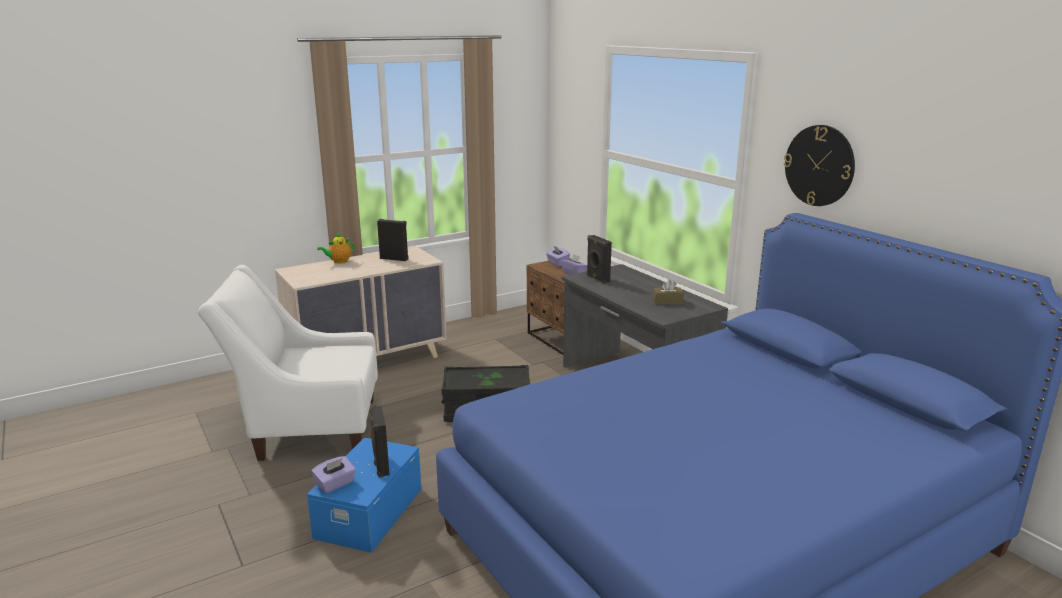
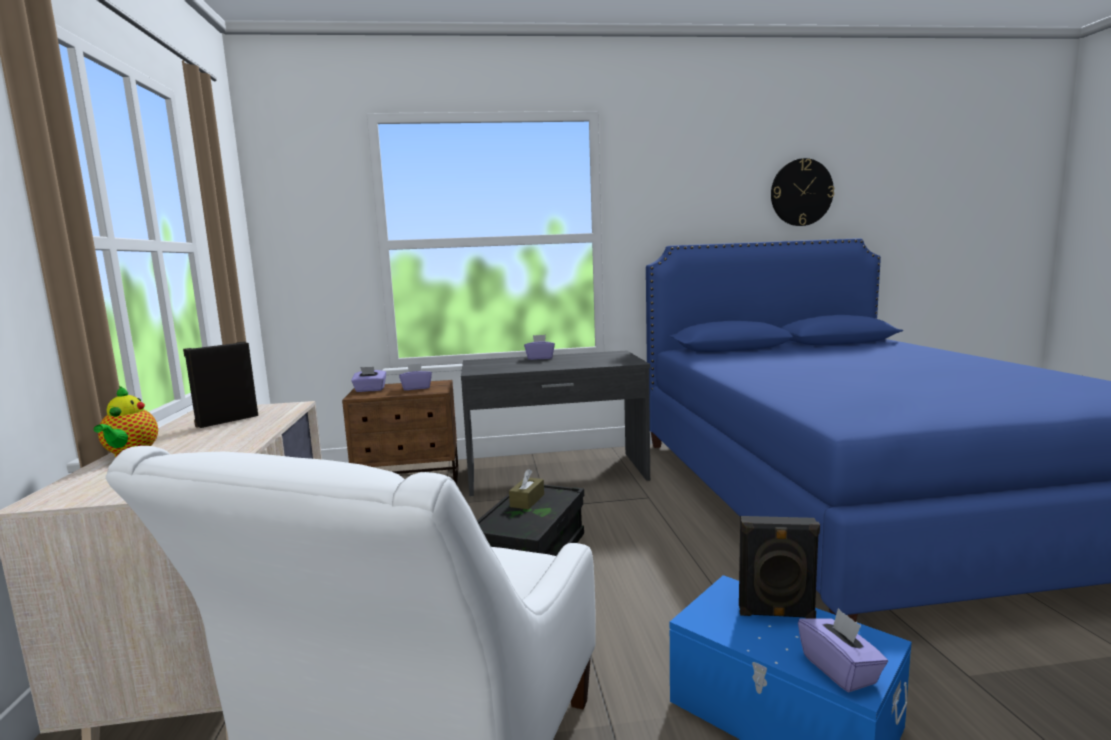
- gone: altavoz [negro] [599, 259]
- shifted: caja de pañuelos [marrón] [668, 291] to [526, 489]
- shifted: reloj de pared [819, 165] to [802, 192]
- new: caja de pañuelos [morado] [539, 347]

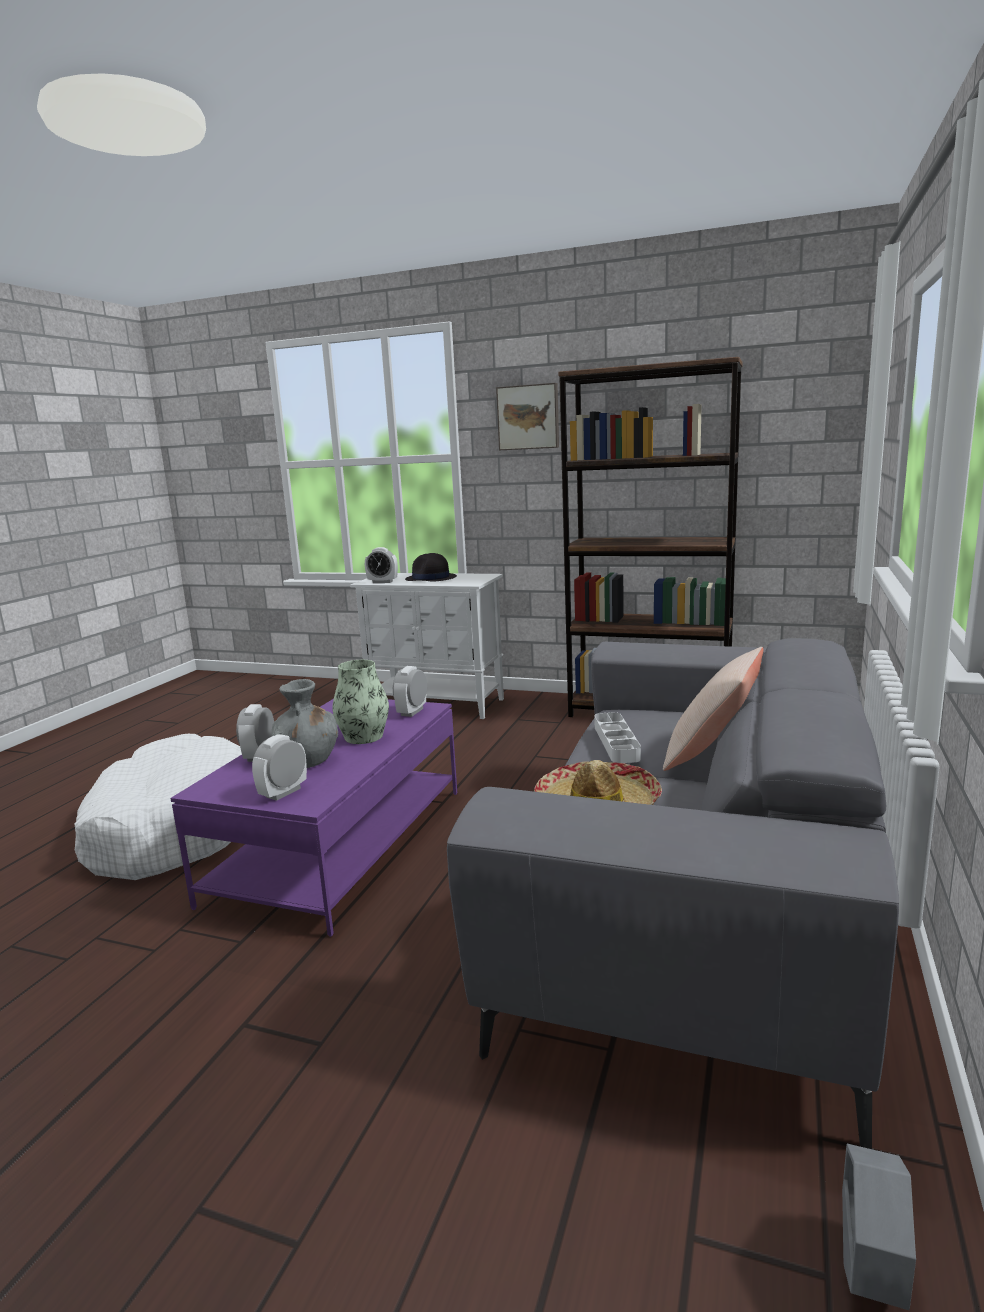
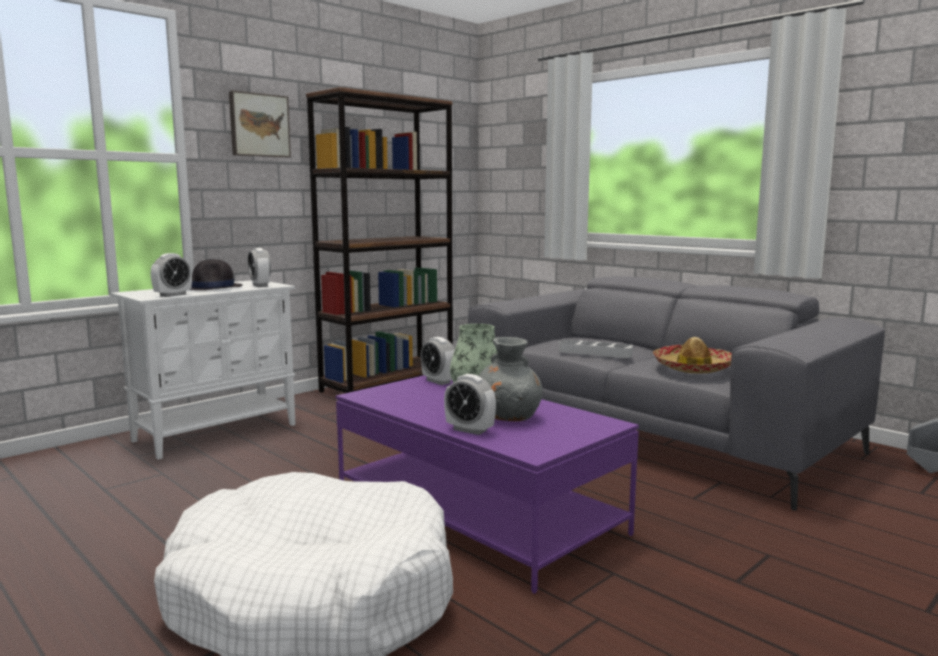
- shifted: despertador [279, 767] to [259, 267]
- gone: cojín [beis] [713, 709]

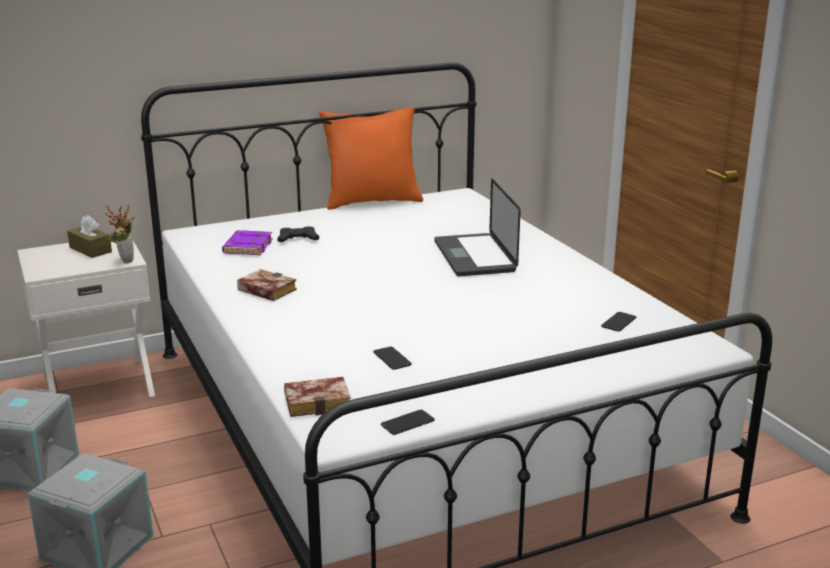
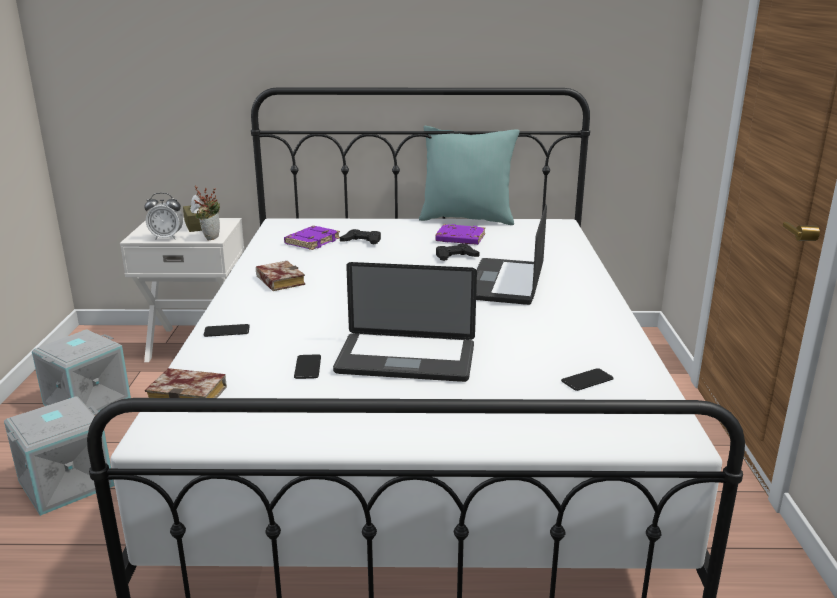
- repainted: cojín [naranja] [371, 158] to cojín [turquesa] [469, 175]
- shifted: móvil [408, 422] to [227, 330]
- new: despertador [163, 216]
- new: portátil [405, 322]
- new: libro [morado] [460, 234]
- new: mando de consola [negro] [458, 252]

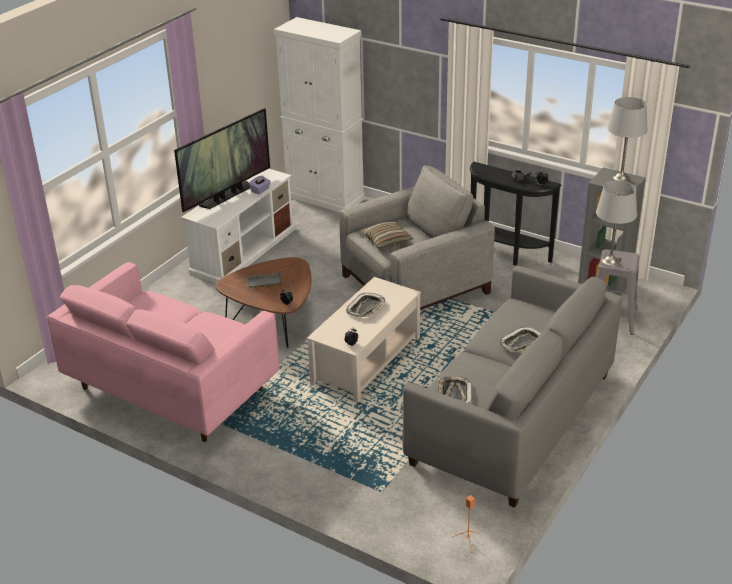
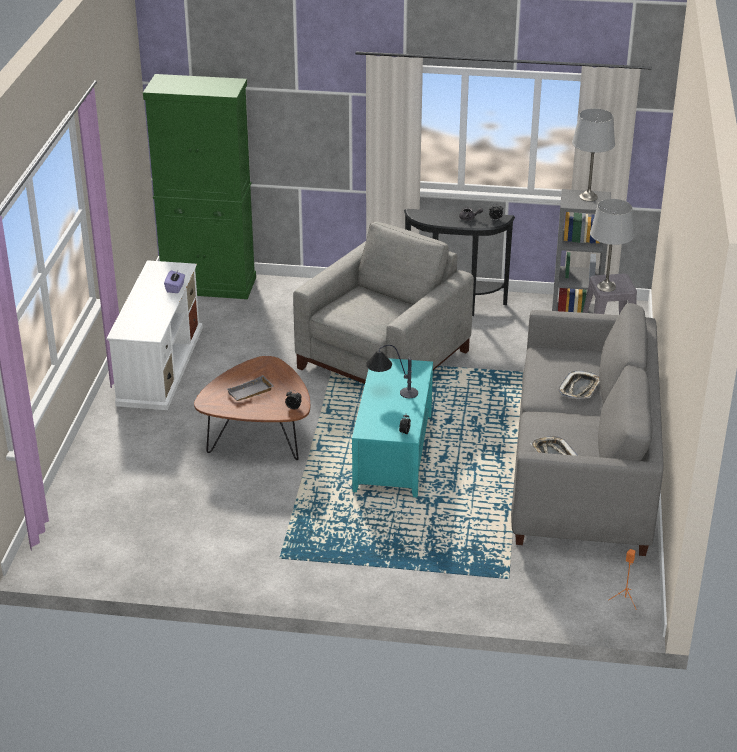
- gone: sofá [rosa] [163, 352]
- gone: televisor [222, 160]
- repainted: armario [blanco] [319, 114] to armario [verde] [199, 186]
- repainted: mesa de centro [beis] [364, 340] to mesa de centro [turquesa] [392, 427]
- swapped: bandeja [365, 305] to lámpara de mesa [392, 371]
- gone: cojín [387, 234]

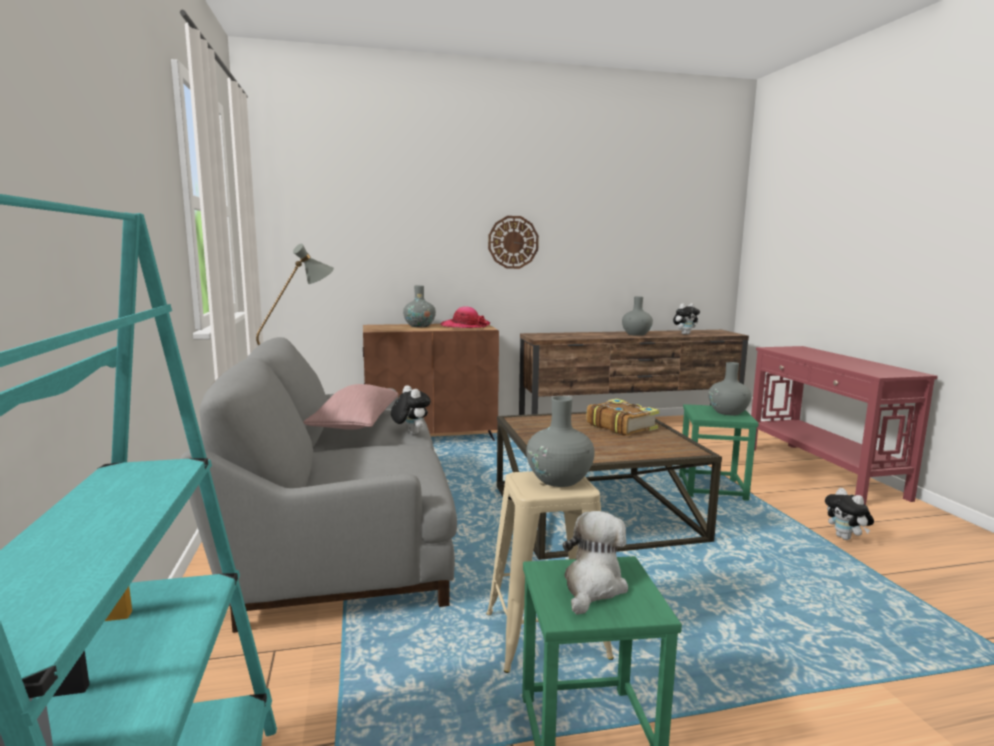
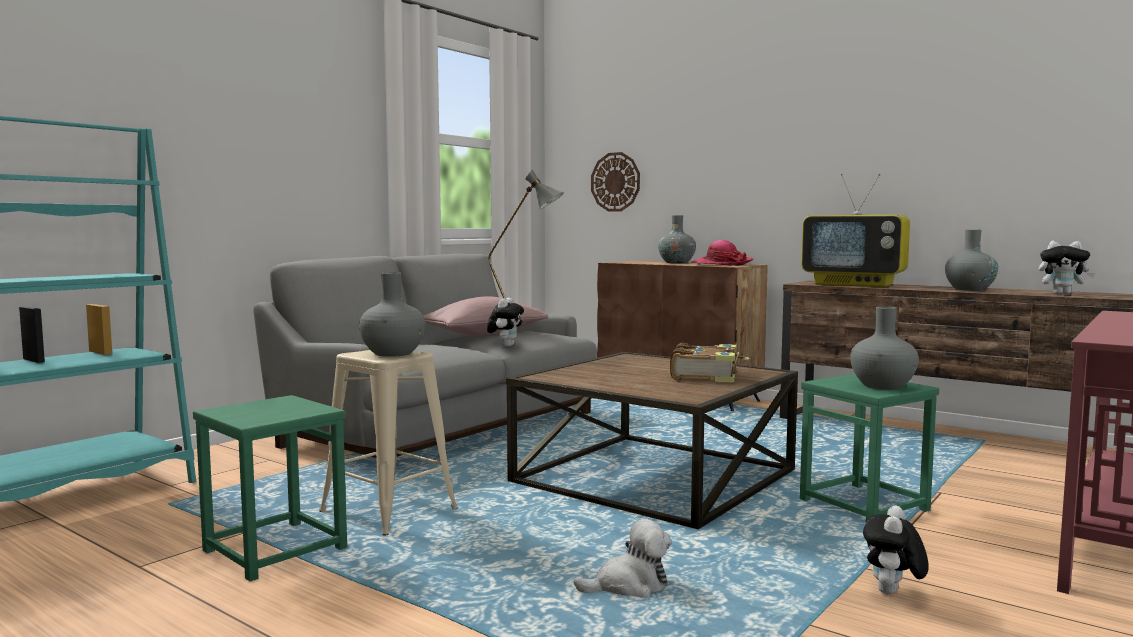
- shifted: reloj de pared [513, 242] to [615, 182]
- shifted: peluche [595, 563] to [623, 558]
- new: televisor [855, 230]

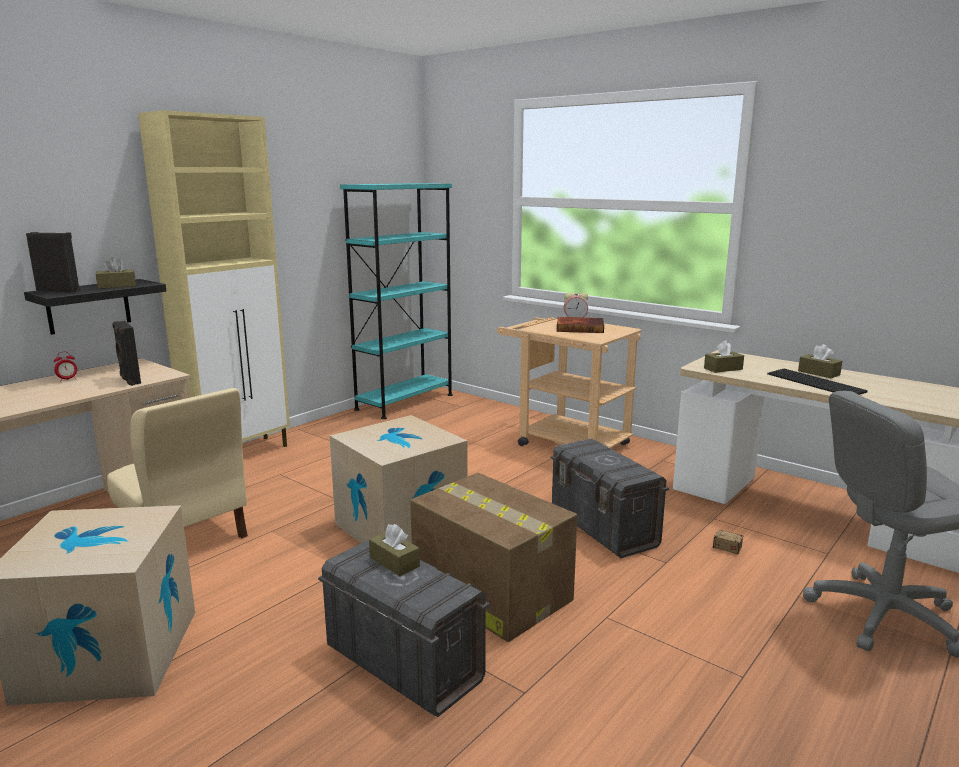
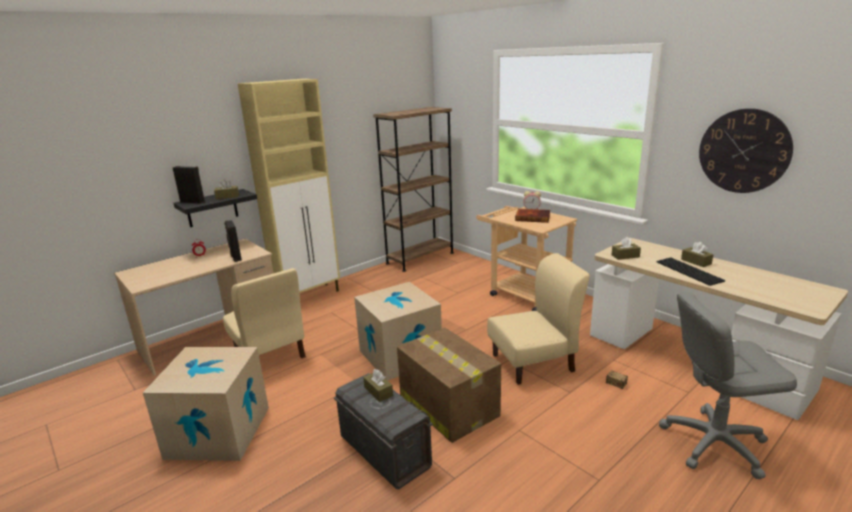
- repainted: estantería [turquesa] [396, 301] to estantería [marrón] [413, 189]
- swapped: caja de almacenaje [gris] [610, 498] to silla [beis] [538, 319]
- new: reloj de pared [746, 150]

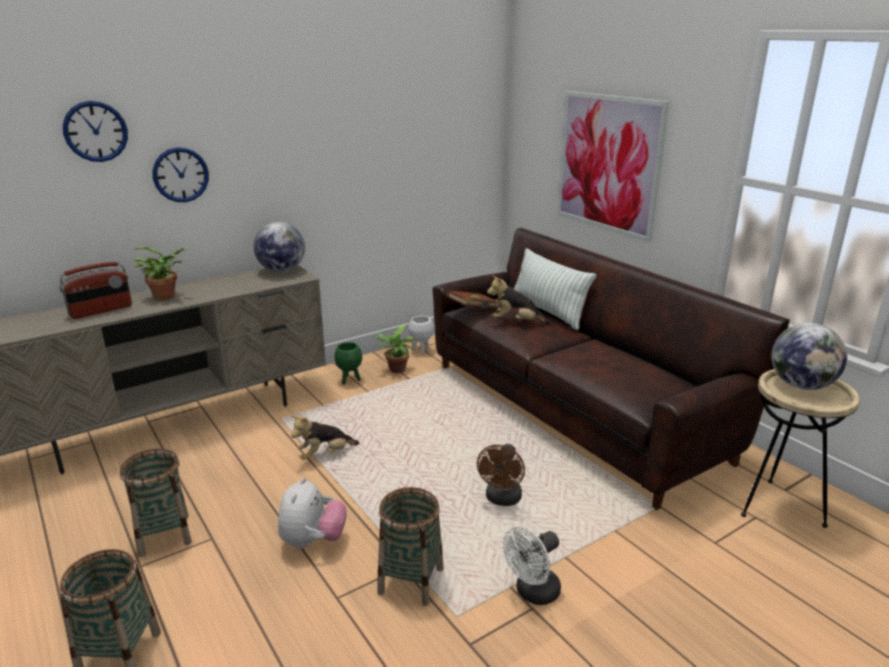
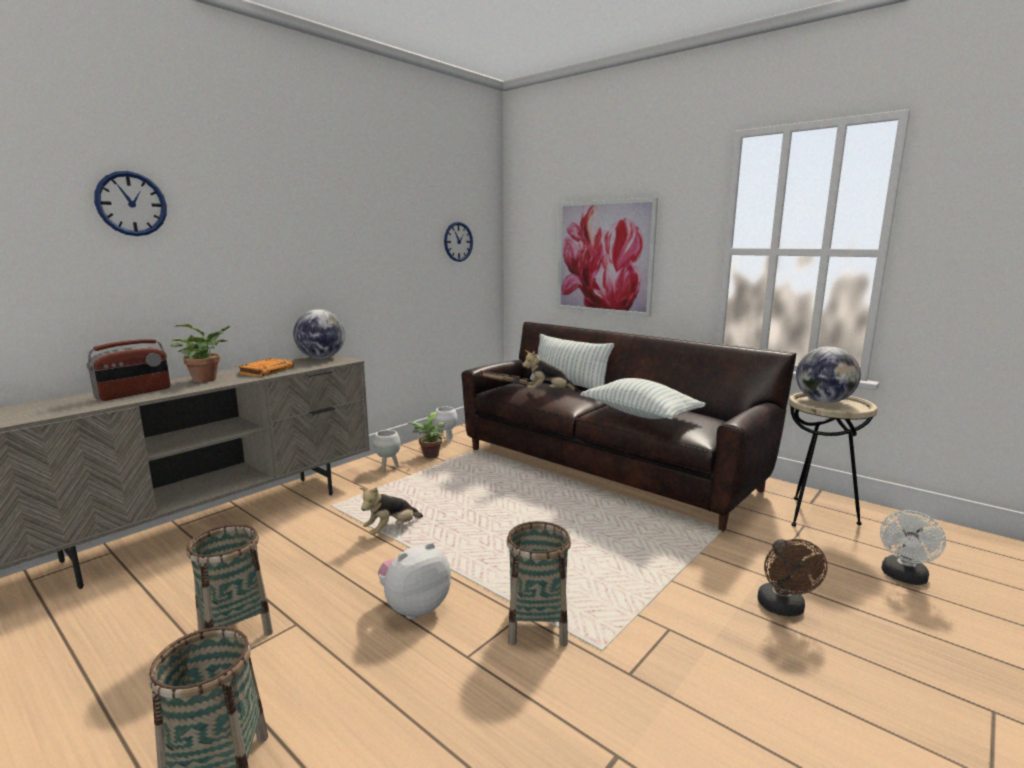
- shifted: reloj de pared [181, 174] to [458, 242]
- rotated: peluche [312, 513] = [414, 580] 120 degrees counterclockwise
- repainted: maceta [verde] [348, 363] to maceta [blanco] [387, 451]
- shifted: ventilador [marrón] [501, 475] to [792, 577]
- shifted: ventilador [blanco] [532, 565] to [913, 548]
- new: libro [naranja] [266, 367]
- new: cojín [643, 398]

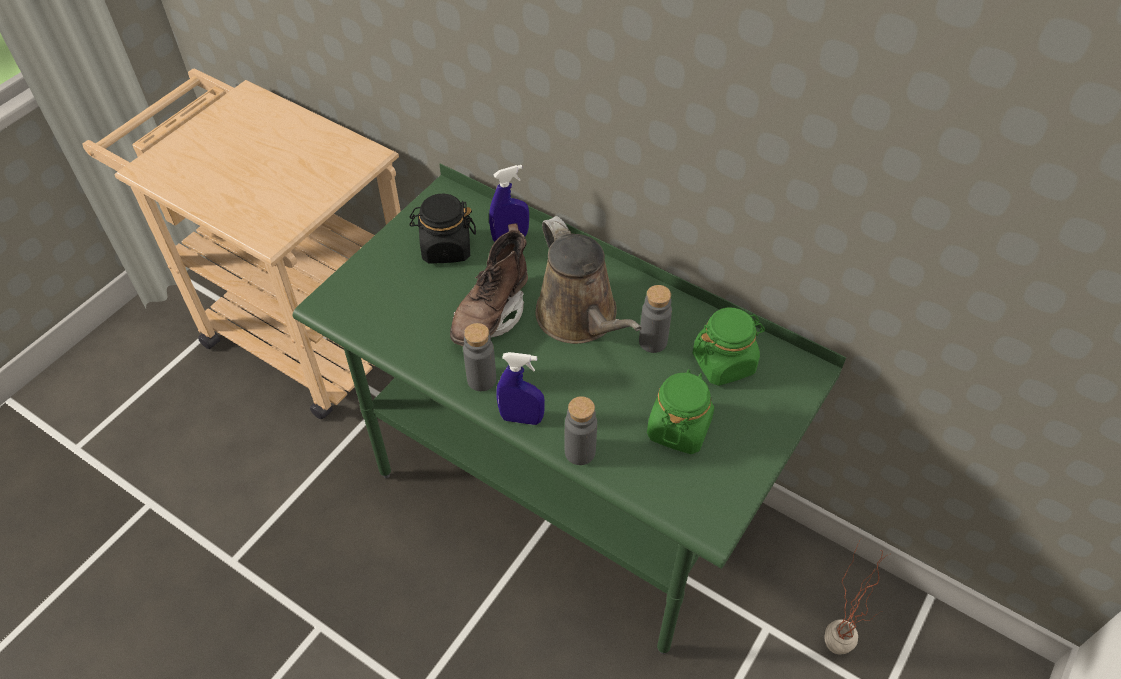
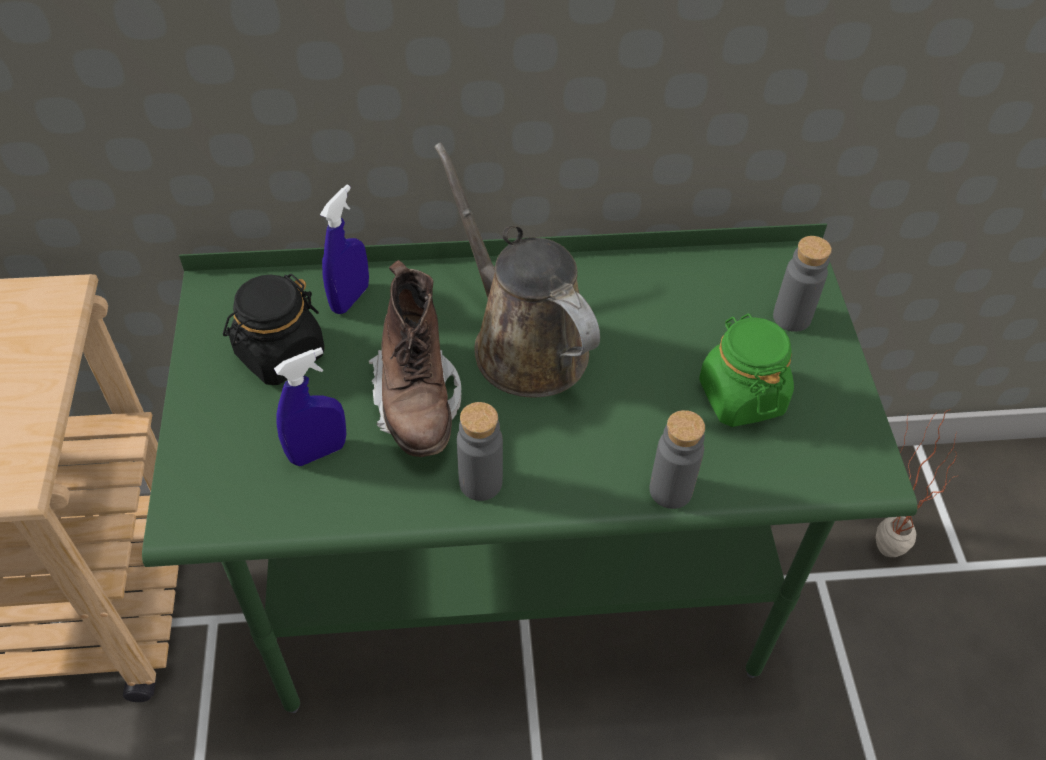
- shifted: pulverizador [azul] [521, 388] to [310, 406]
- rotated: regadera [marrón] [588, 280] = [517, 269] 150 degrees counterclockwise
- shifted: botella [gris] [655, 319] to [802, 284]
- gone: tarro [verde] [729, 346]

